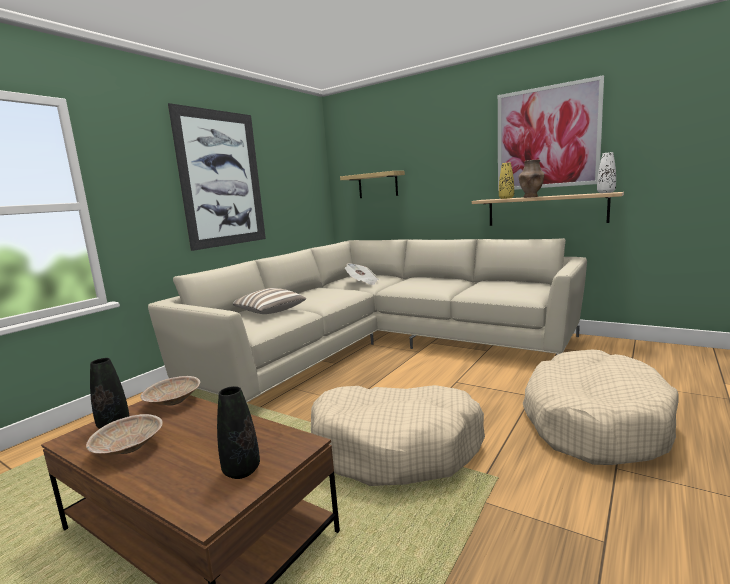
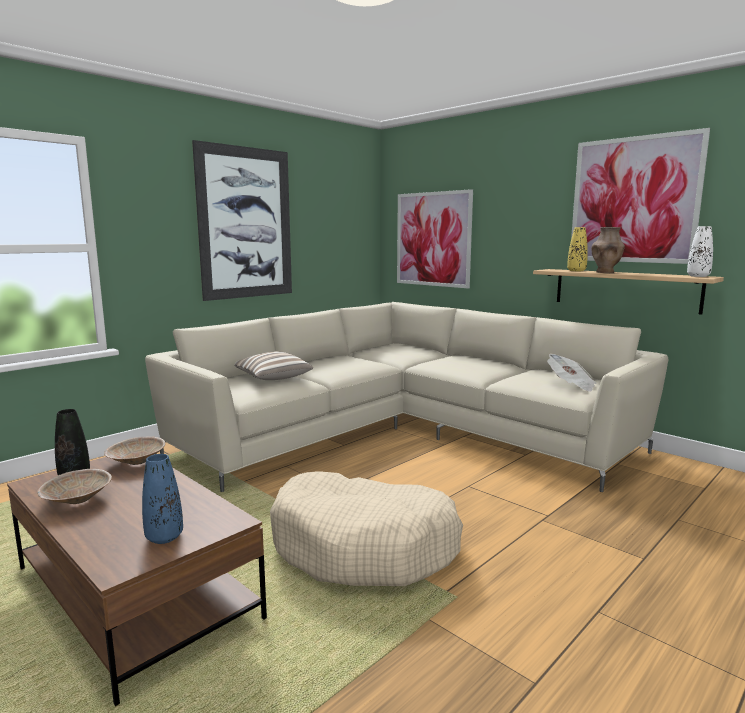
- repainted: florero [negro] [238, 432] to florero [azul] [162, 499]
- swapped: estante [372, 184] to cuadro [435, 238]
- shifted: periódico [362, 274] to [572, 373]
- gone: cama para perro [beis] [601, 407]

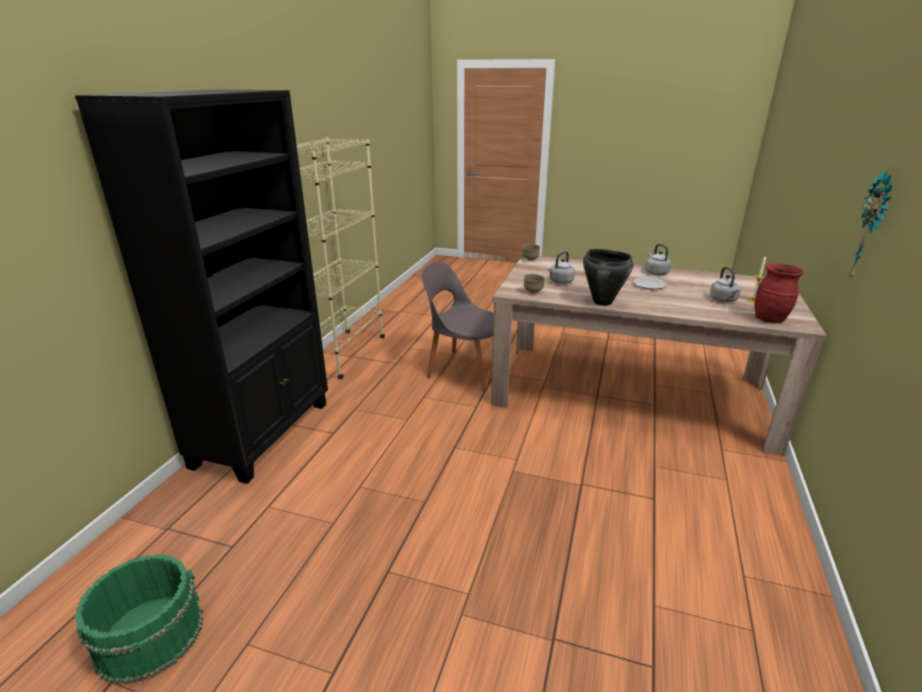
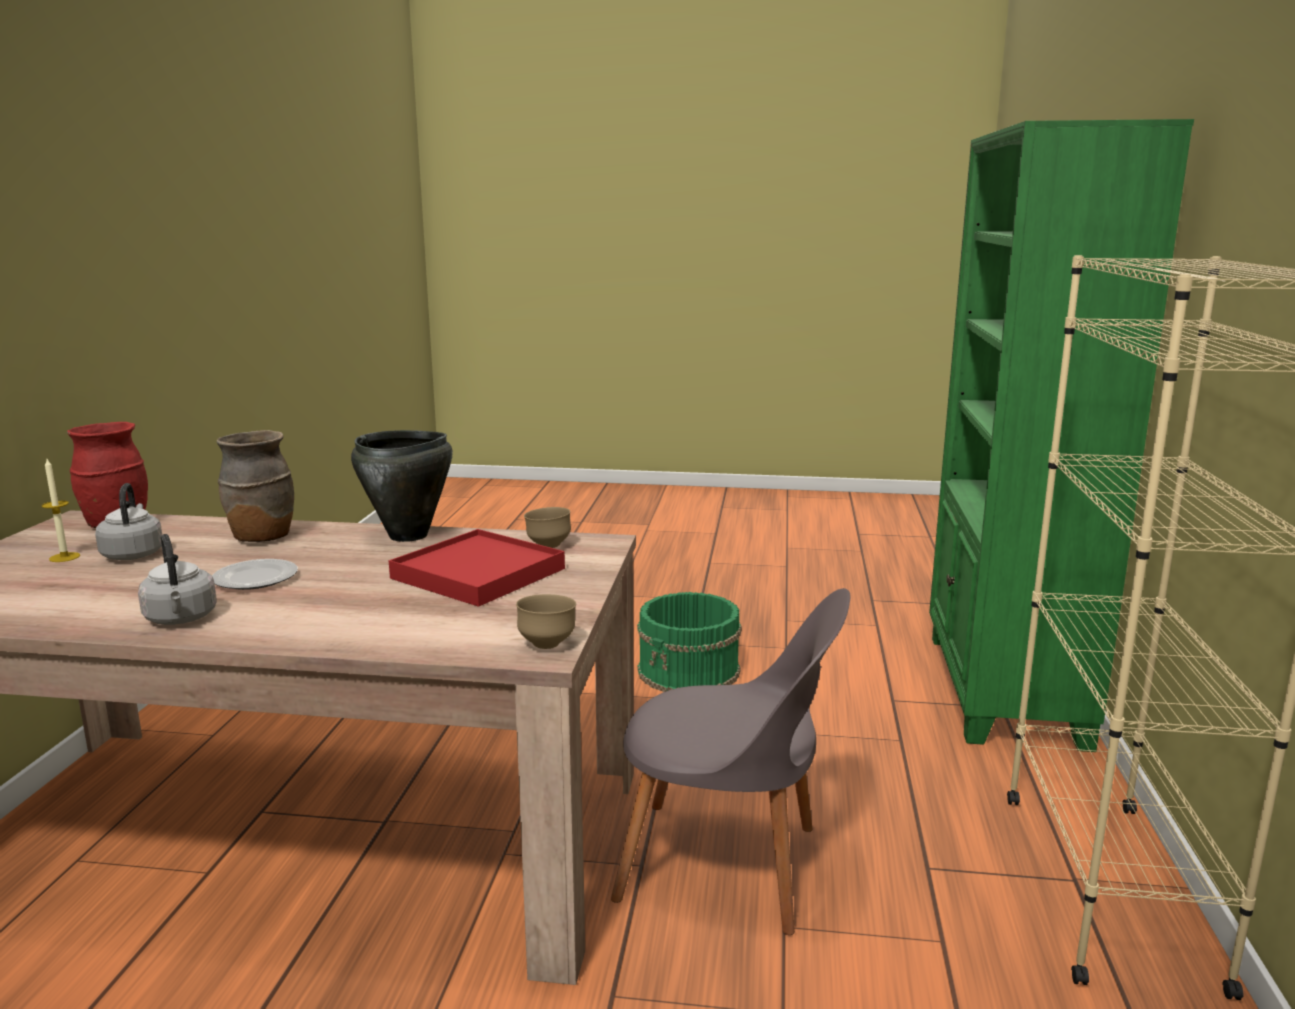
- shifted: cubo [verde] [139, 619] to [689, 642]
- repainted: estantería [negro] [201, 287] to estantería [verde] [1061, 435]
- swapped: hervidor [gris] [561, 267] to bandeja [rojo] [477, 568]
- gone: reloj de pared [870, 224]
- new: florero [marrón] [255, 486]

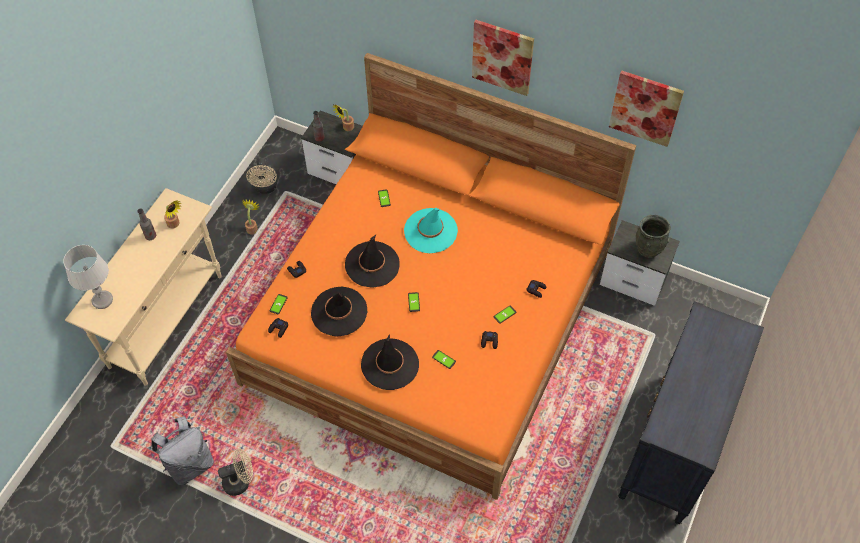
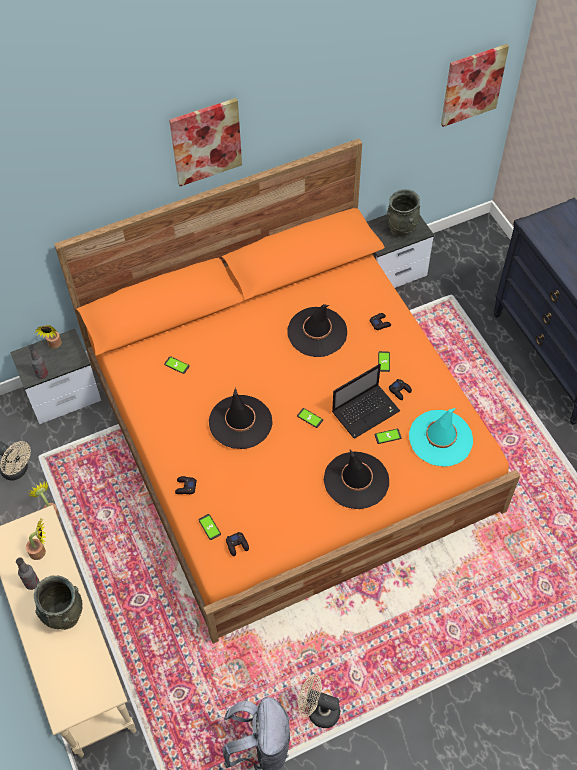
- gone: lámpara de mesa [gris] [88, 277]
- rotated: ventilador [beis] [235, 472] = [319, 701] 90 degrees counterclockwise
- shifted: sombrero [negro] [339, 312] to [317, 330]
- shifted: sombrero [turquesa] [431, 230] to [441, 437]
- shifted: cuadro [646, 108] to [475, 85]
- new: florero [gris] [58, 603]
- new: portátil [366, 401]

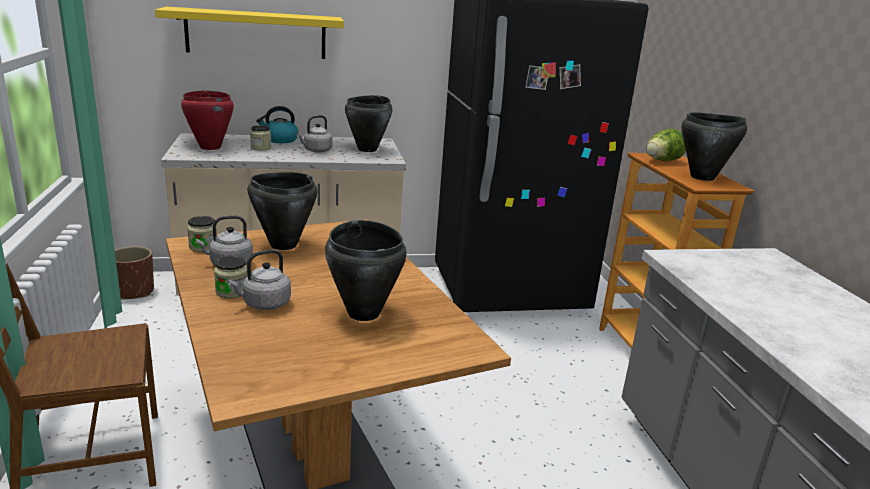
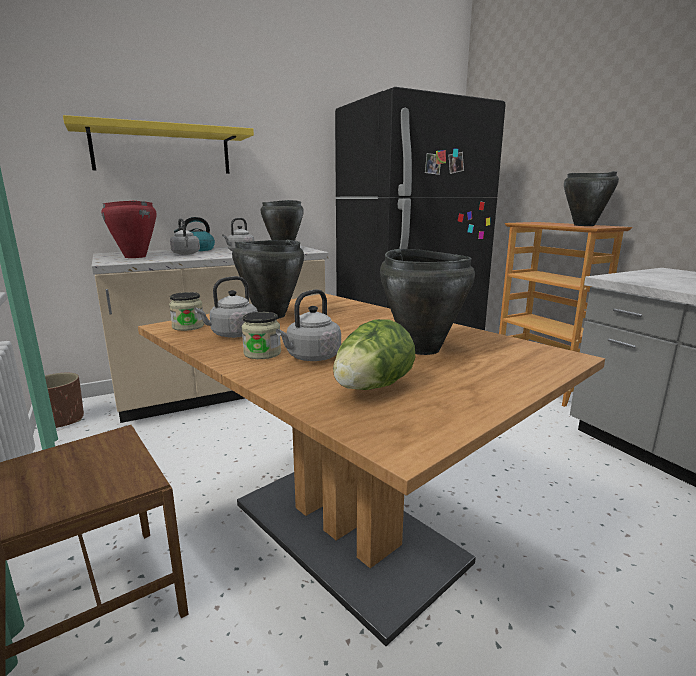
- swapped: tarro [260, 137] to hervidor [gris] [185, 237]
- shifted: lechuga [666, 145] to [374, 354]

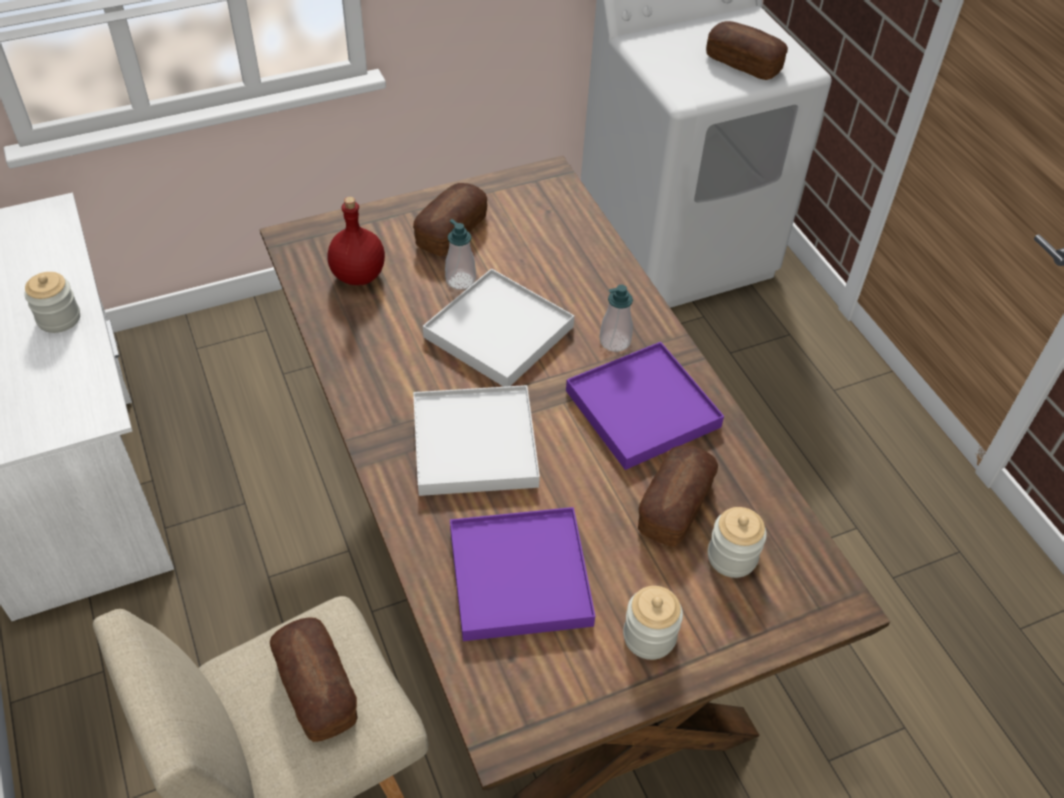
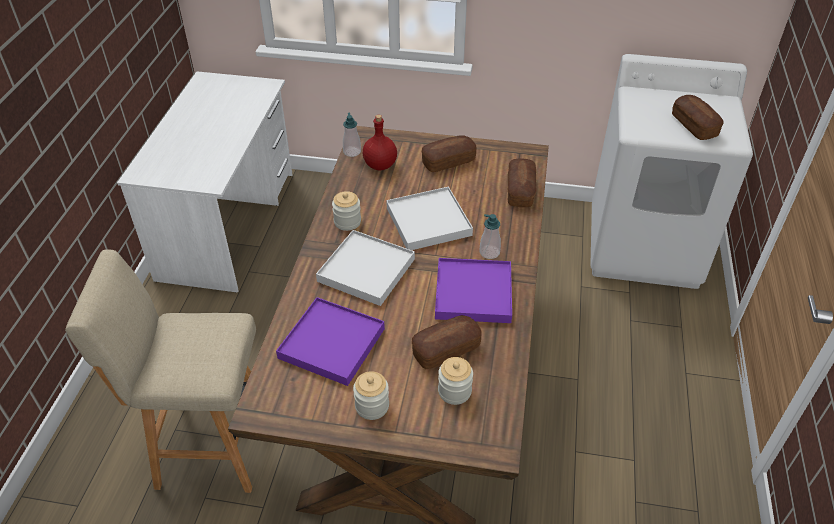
- shifted: tarro [52, 302] to [346, 211]
- shifted: pan [313, 679] to [522, 182]
- shifted: dispensador de jabón [460, 254] to [352, 135]

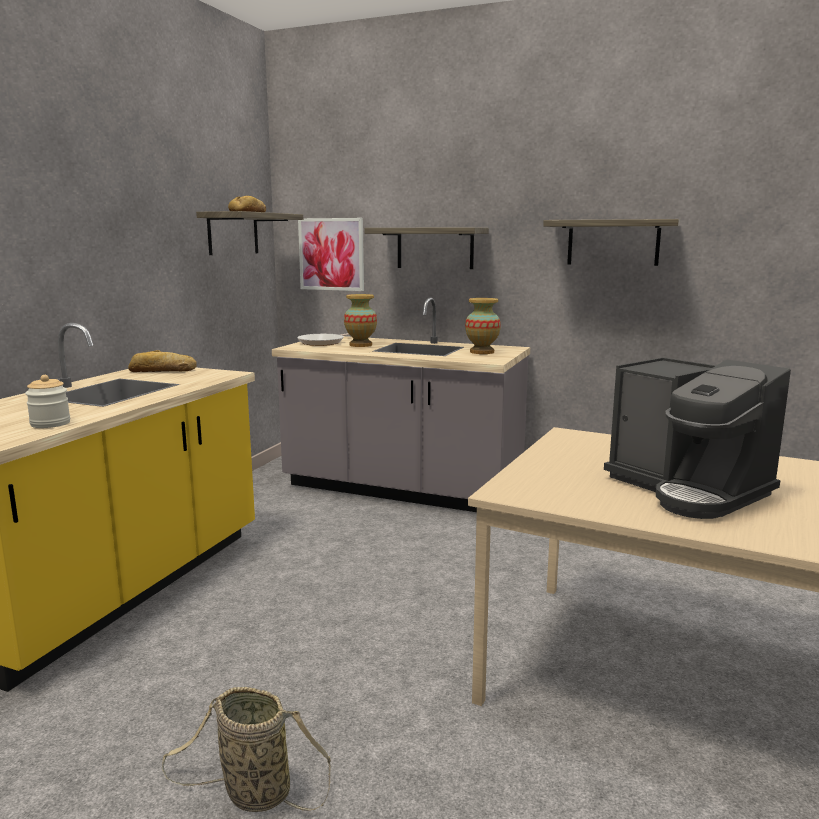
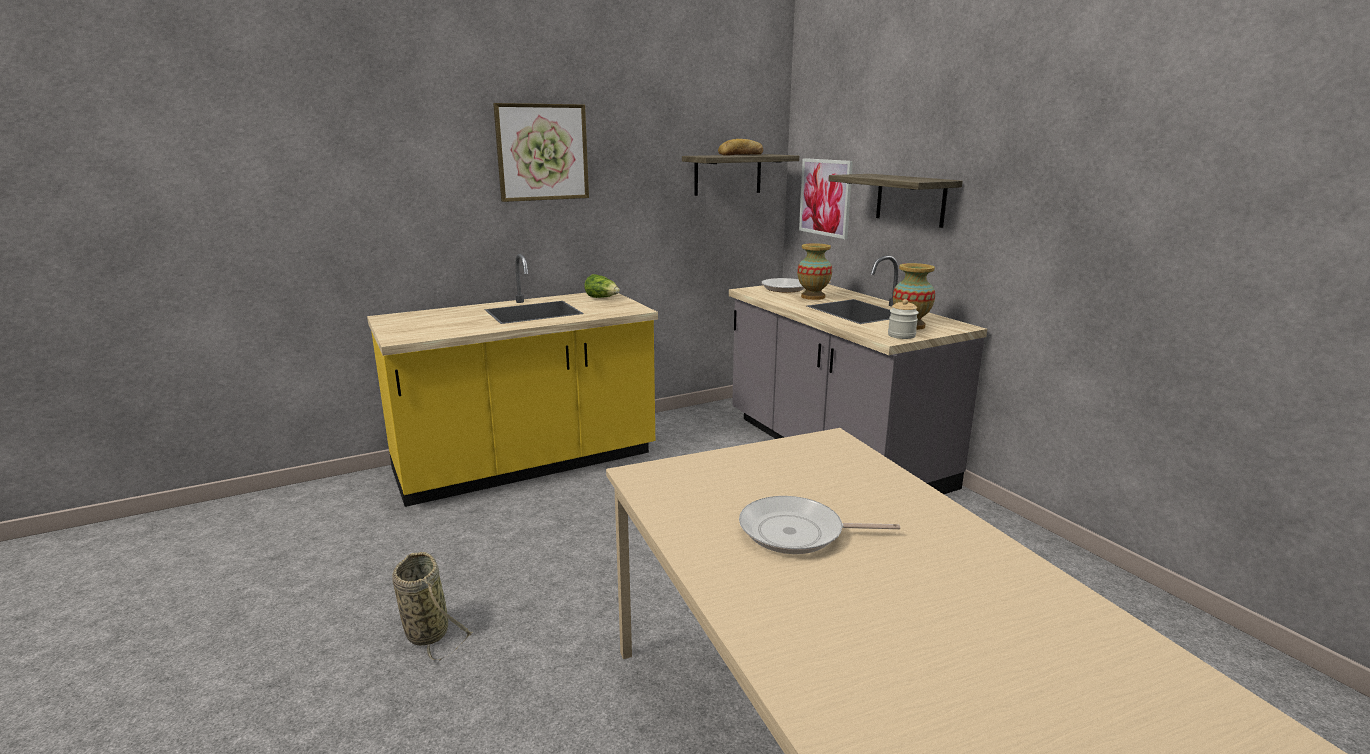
- shifted: tarro [47, 401] to [903, 319]
- swapped: pan [162, 361] to lechuga [602, 286]
- gone: estante [611, 242]
- swapped: cafetera [697, 438] to sartén [819, 525]
- new: cuadro [541, 152]

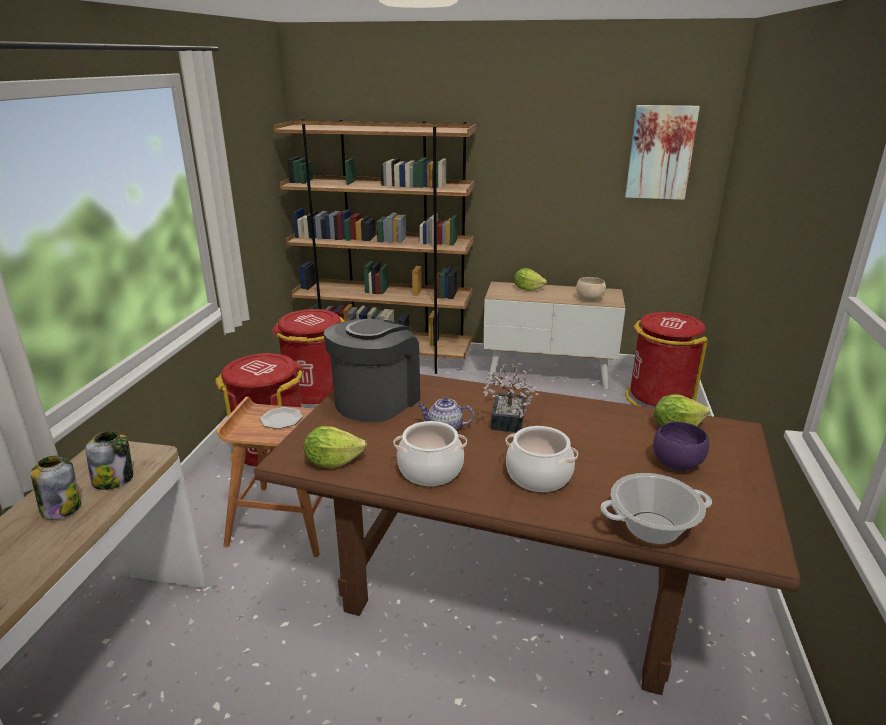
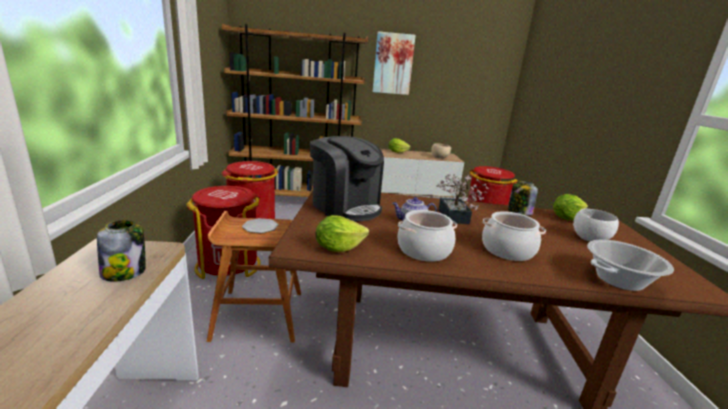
- shifted: tarro [56, 487] to [523, 198]
- rotated: cafetera [372, 370] = [347, 178] 120 degrees clockwise
- shifted: cuadro [662, 152] to [394, 63]
- repainted: cuenco [morado] [681, 446] to cuenco [blanco] [596, 224]

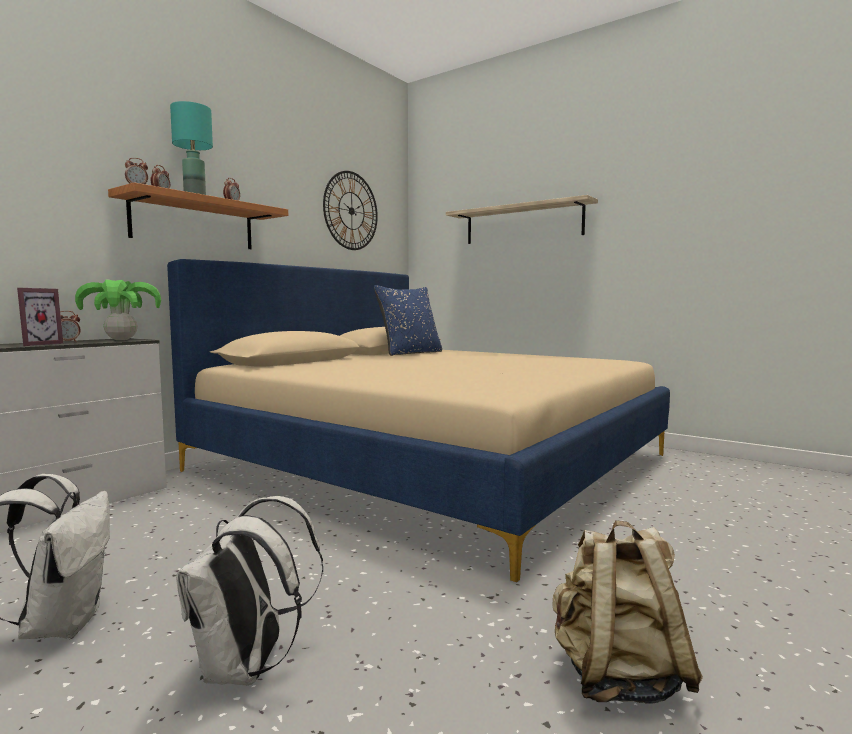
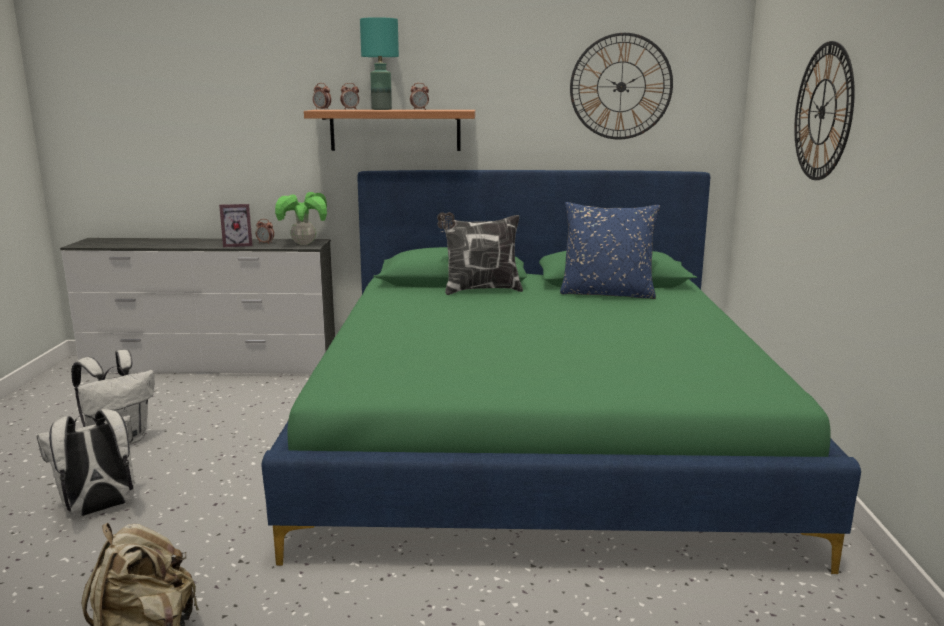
- repainted: cama [beis] [418, 420] to cama [verde] [561, 372]
- swapped: estante [522, 219] to reloj de pared [824, 110]
- new: cojín [480, 253]

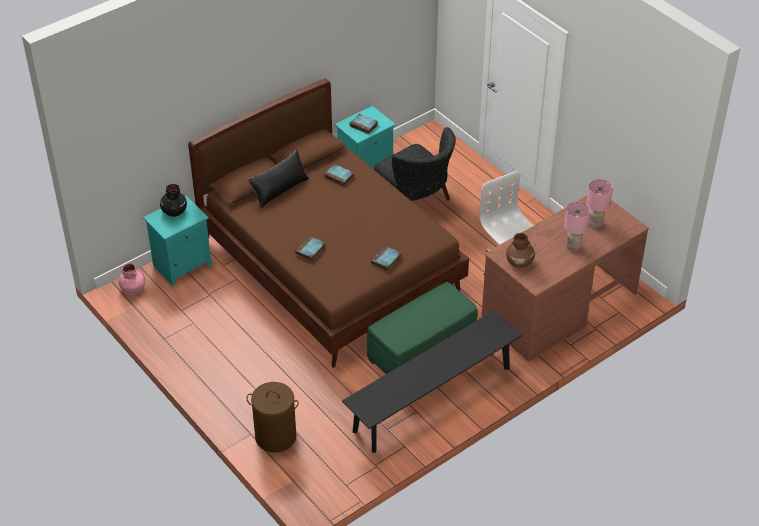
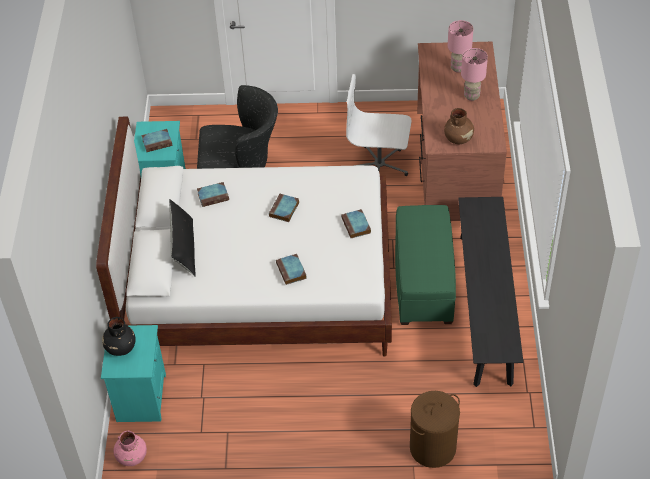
- repainted: cama [marrón] [328, 223] to cama [blanco] [244, 237]
- new: libro [284, 208]

